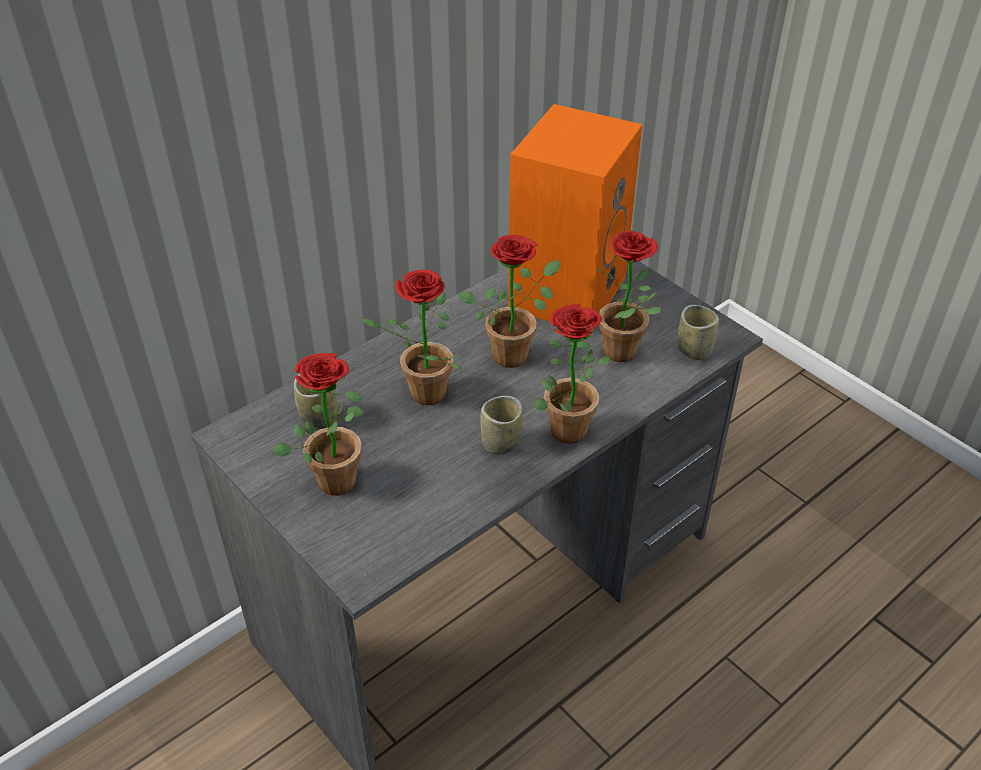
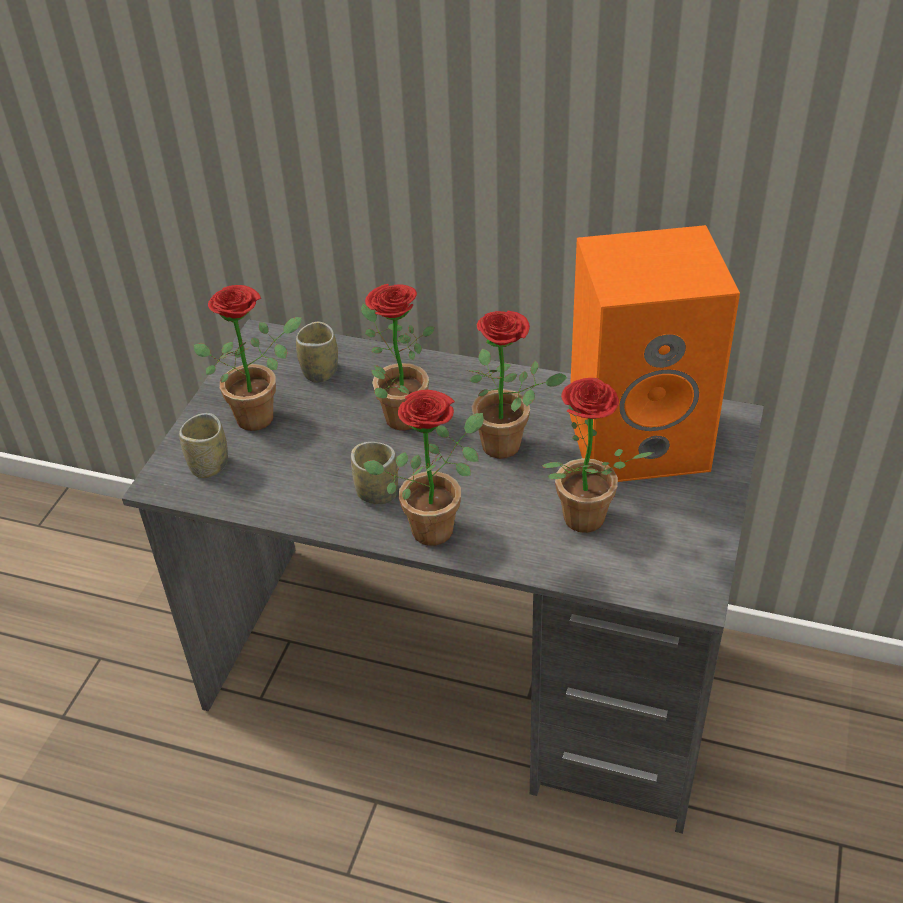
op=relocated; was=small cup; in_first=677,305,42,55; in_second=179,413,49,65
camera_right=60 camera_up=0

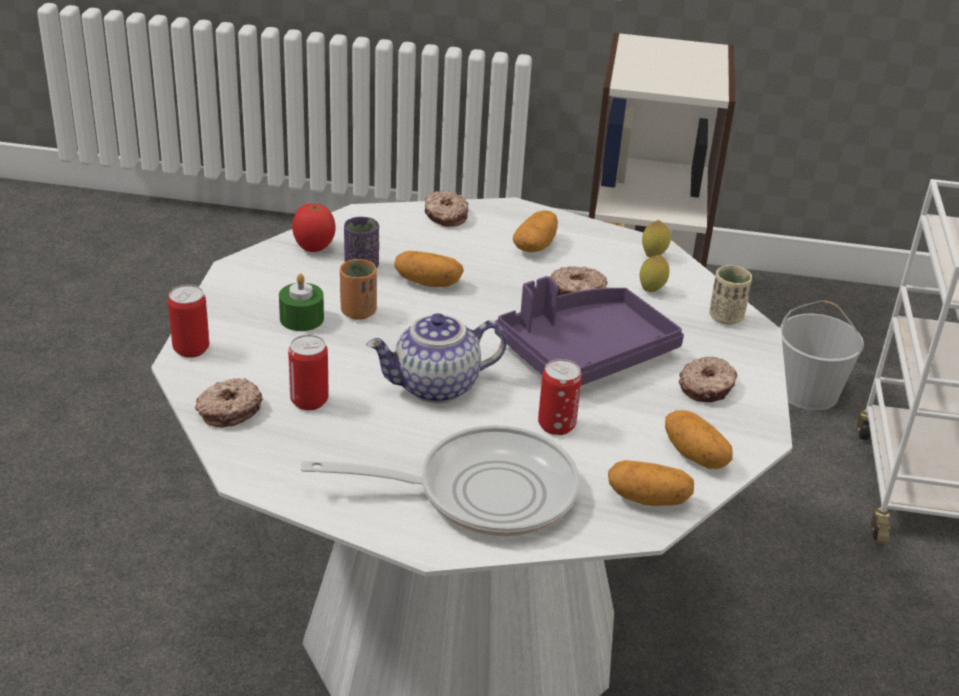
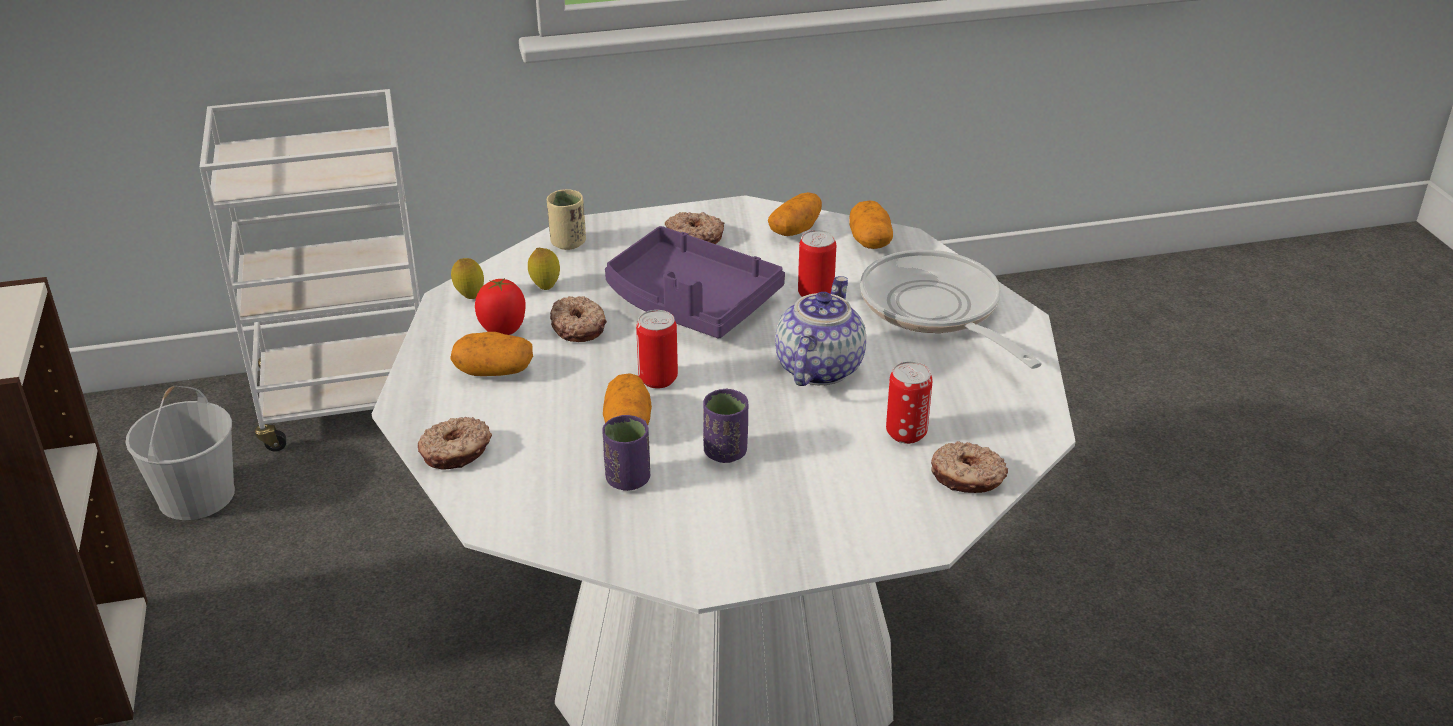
op=relocated; was=fresh tomato; in_first=292,204,44,48; in_second=475,277,51,58
op=colour; was=orange-coloured small cup; now=purple small cup; in_first=340,259,37,61; in_second=703,388,45,75
op=missing; was=green candle; in_first=279,273,45,58
op=relocated; was=metal can; in_first=168,285,41,73; in_second=636,310,42,79
op=spun; was=teapot; in_first=366,313,141,90; in_second=775,276,91,110; clockwise=-120
camera_right=-110 camera_up=0

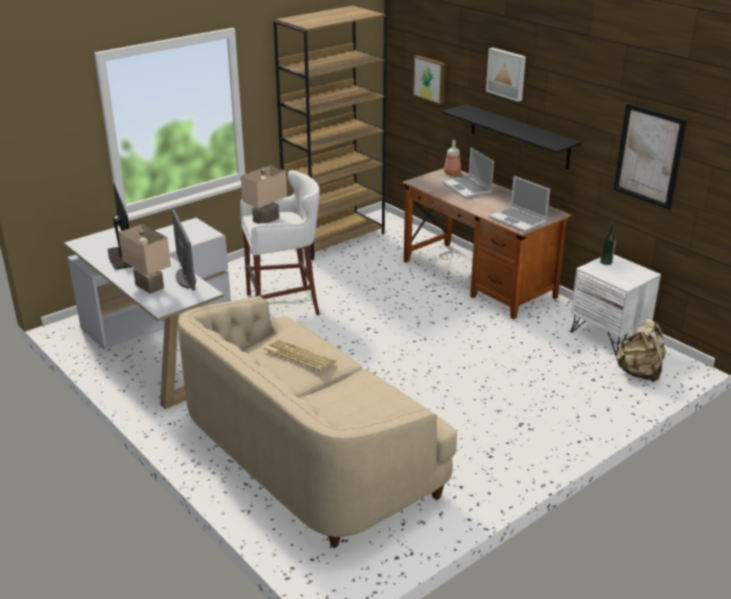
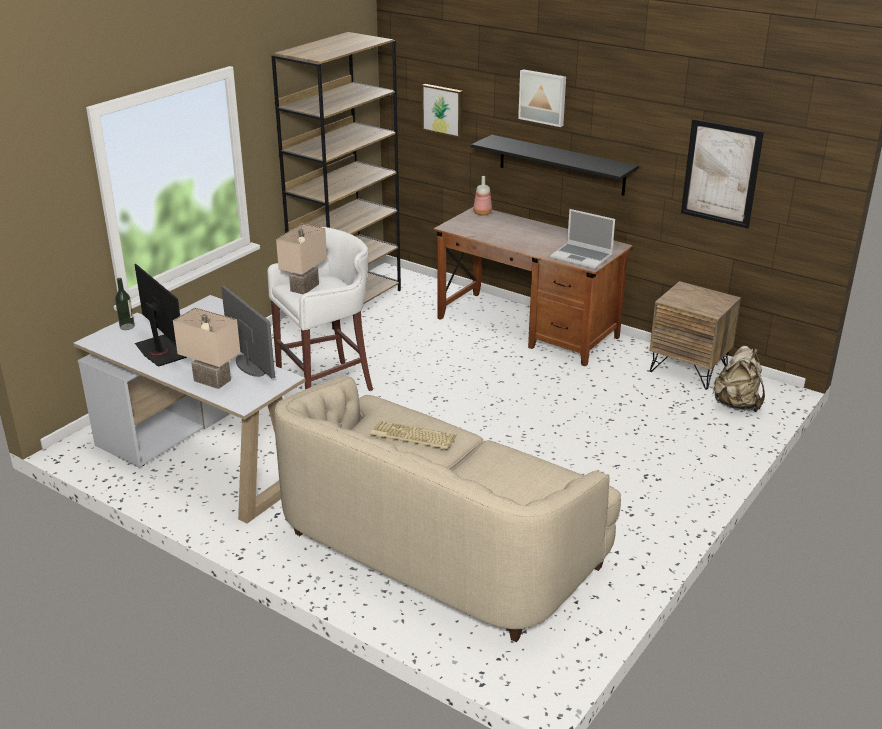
op=missing; was=laptop; in_first=443,147,51,51
op=relocated; was=bottle; in_first=600,222,16,43; in_second=115,278,20,52
op=colour; was=white-coloured nightstand; now=brown-coloured nightstand; in_first=571,254,90,102; in_second=650,281,91,109
camera_right=-15 camera_up=0

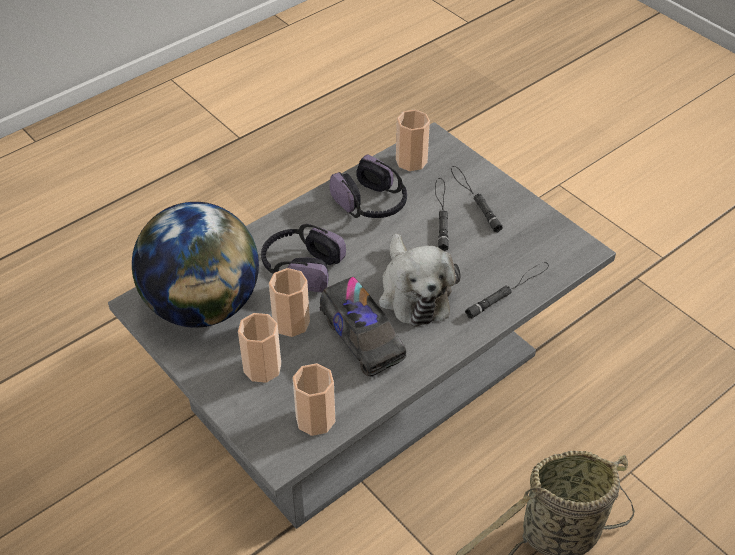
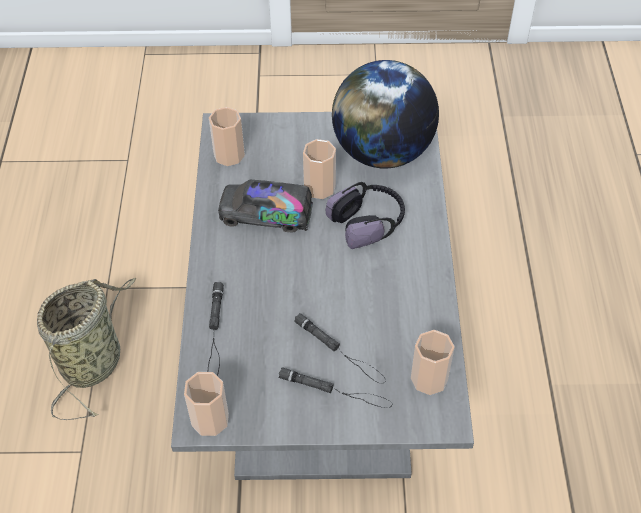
op=missing; was=headset; in_first=330,154,77,64
op=missing; was=plush toy; in_first=379,233,81,94
op=relocated; was=small cup; in_first=238,313,43,70; in_second=184,372,45,64
camera_right=130 camera_up=5

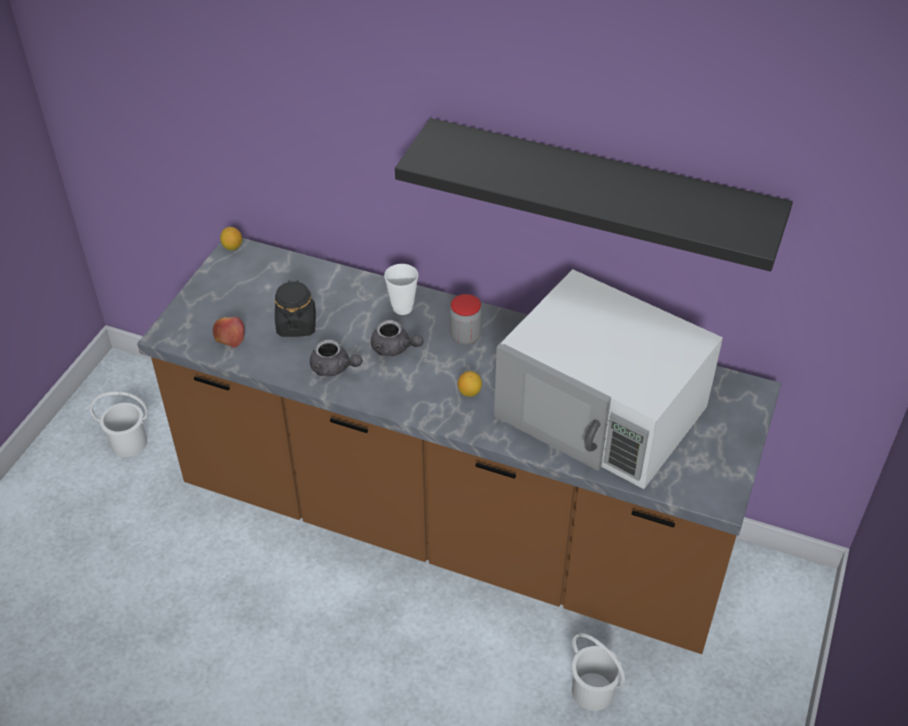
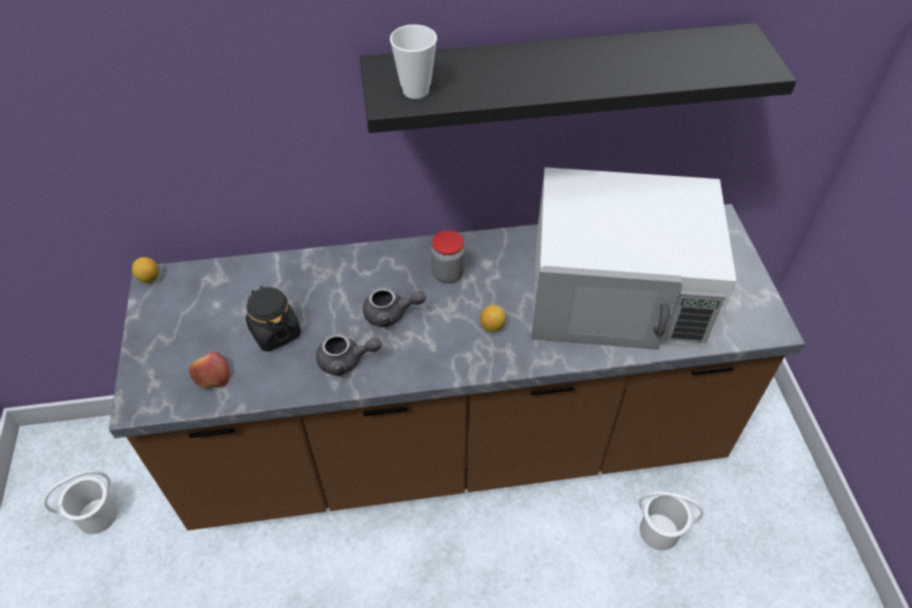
op=relocated; was=small cup; in_first=384,264,34,51; in_second=390,24,47,75
camera_right=-30 camera_up=5

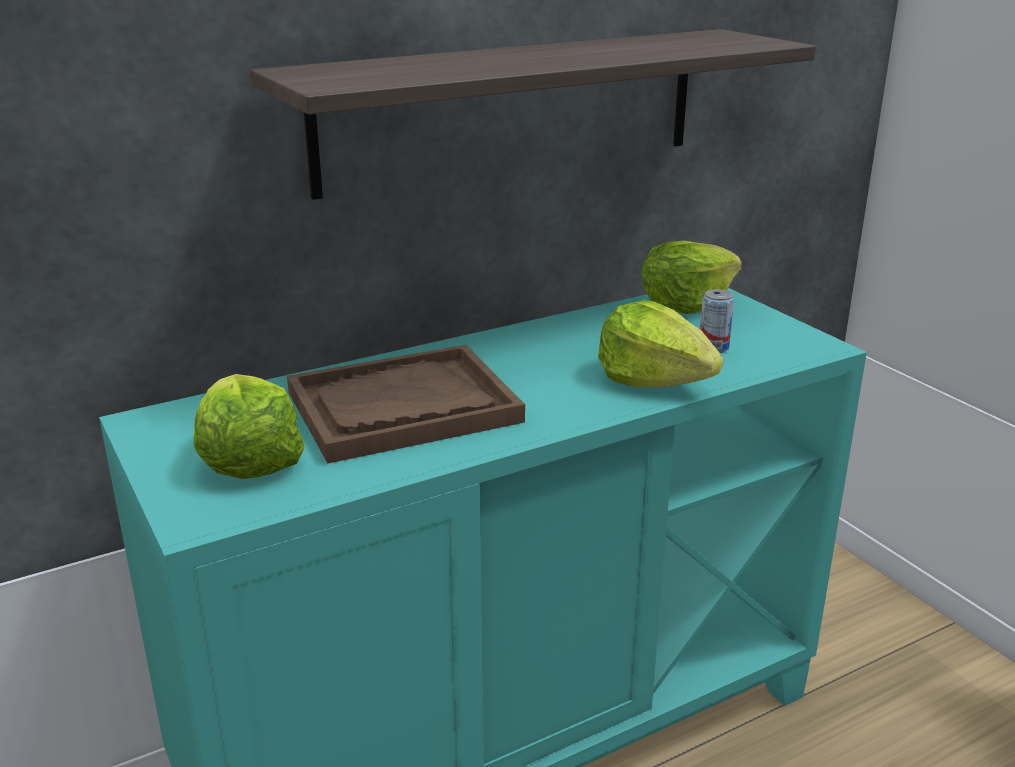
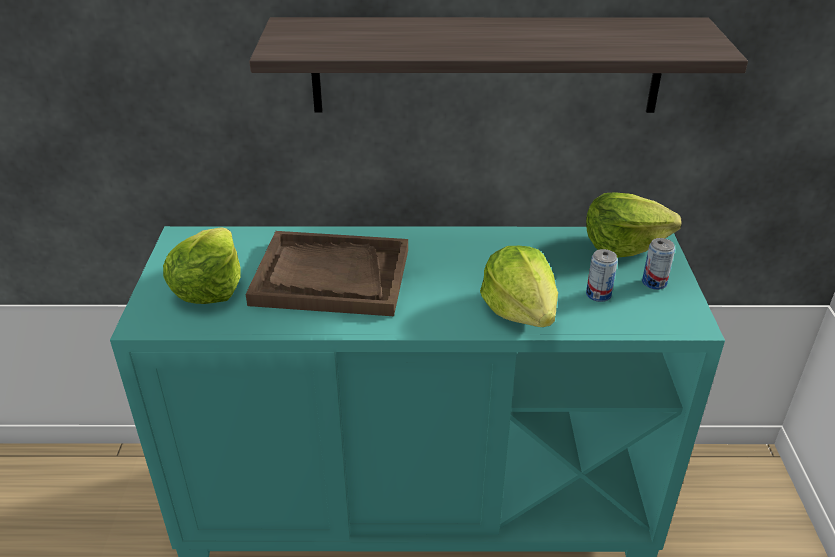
op=appeared; now=metal can; in_second=642,238,33,52
camera_right=30 camera_up=10

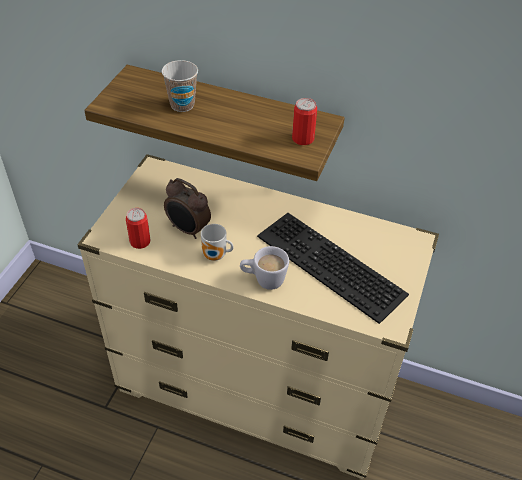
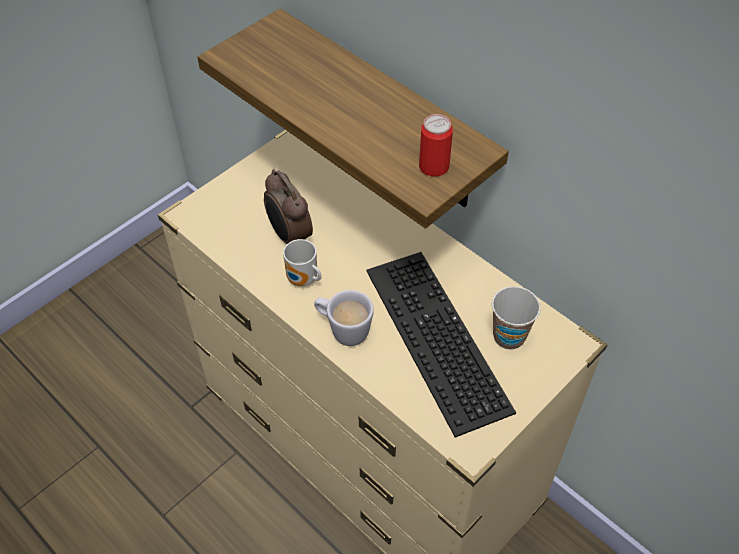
op=relocated; was=small cup; in_first=162,60,36,52; in_second=492,286,49,64
op=missing; was=metal can; in_first=126,208,24,41
camera_right=25 camera_up=5

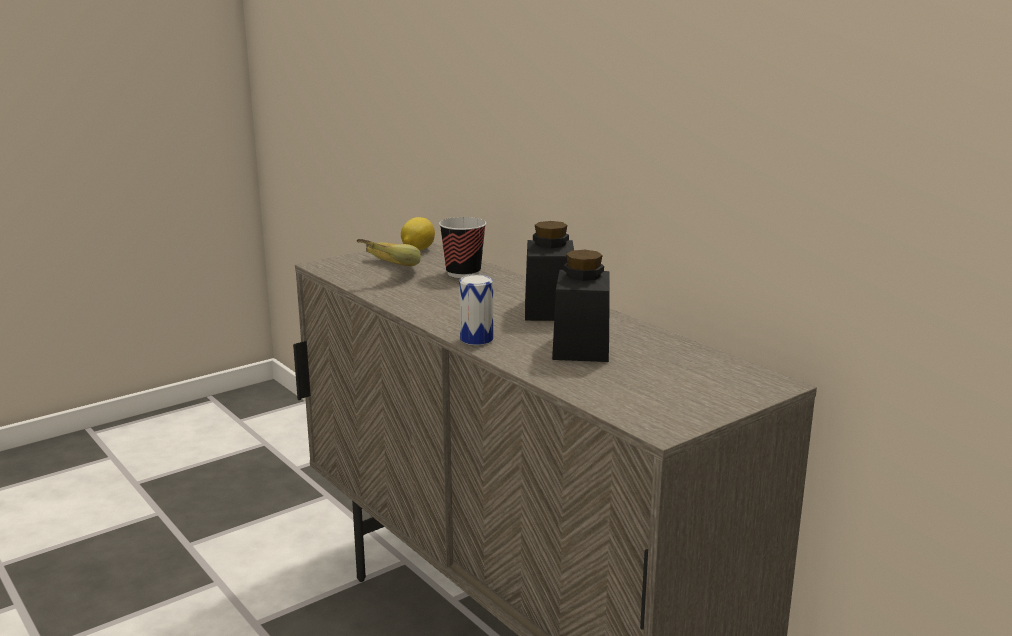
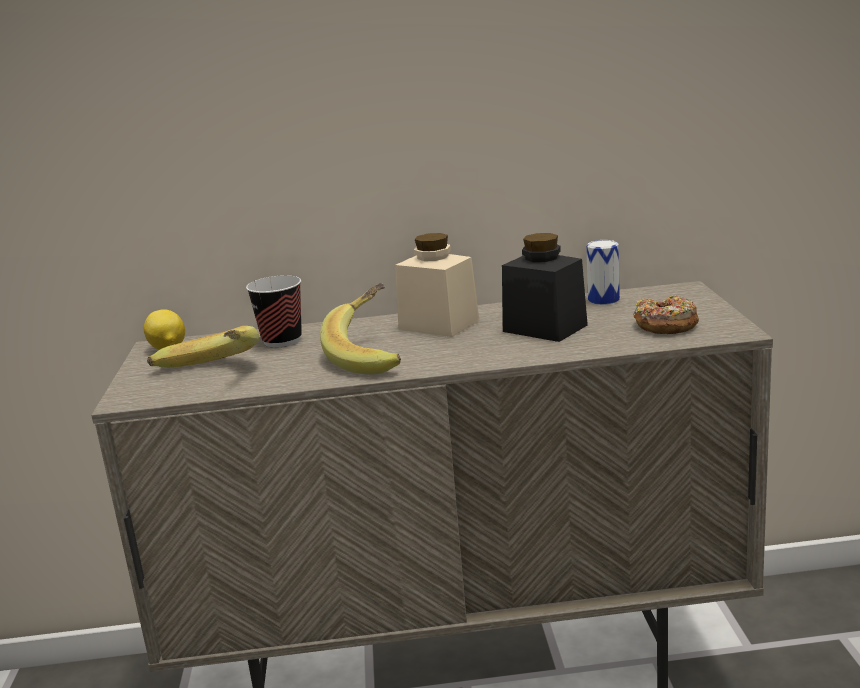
op=colour; was=black jar; now=beige-coloured jar; in_first=525,221,49,100; in_second=395,233,84,104
op=relocated; was=metal can; in_first=459,274,34,71; in_second=586,240,34,65
op=appeared; now=whole banana; in_second=320,283,81,91
op=appeared; now=doughnut; in_second=634,295,65,39
camera_right=-55 camera_up=0

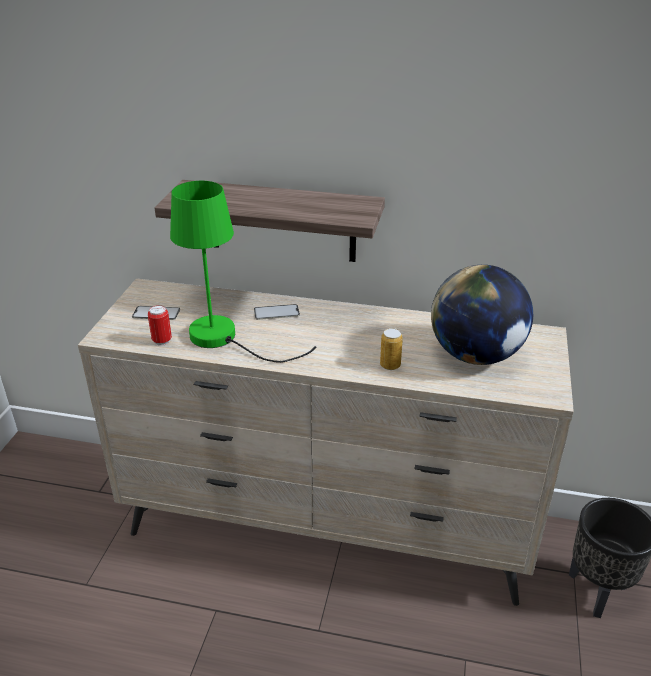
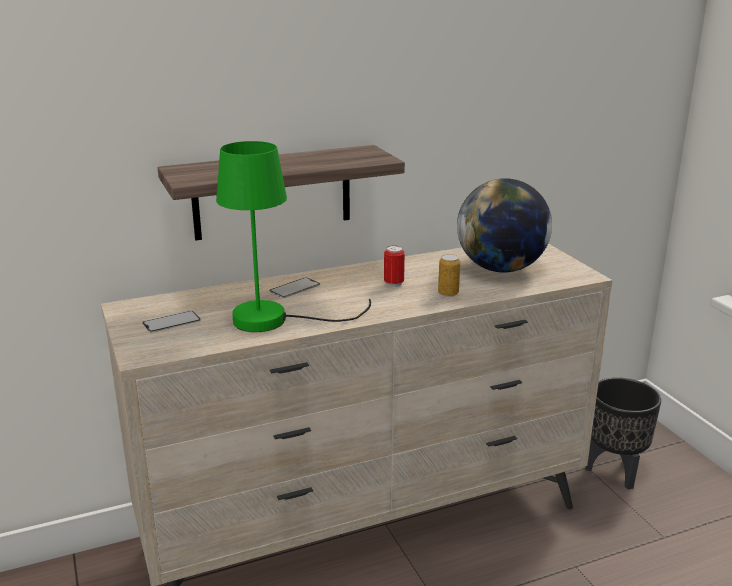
op=relocated; was=metal can; in_first=148,305,24,41; in_second=384,245,21,42
camera_right=-35 camera_up=-10

